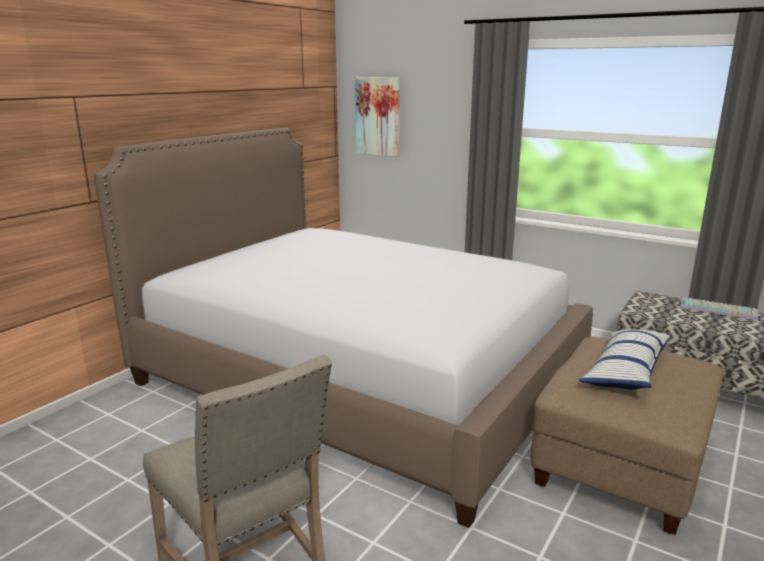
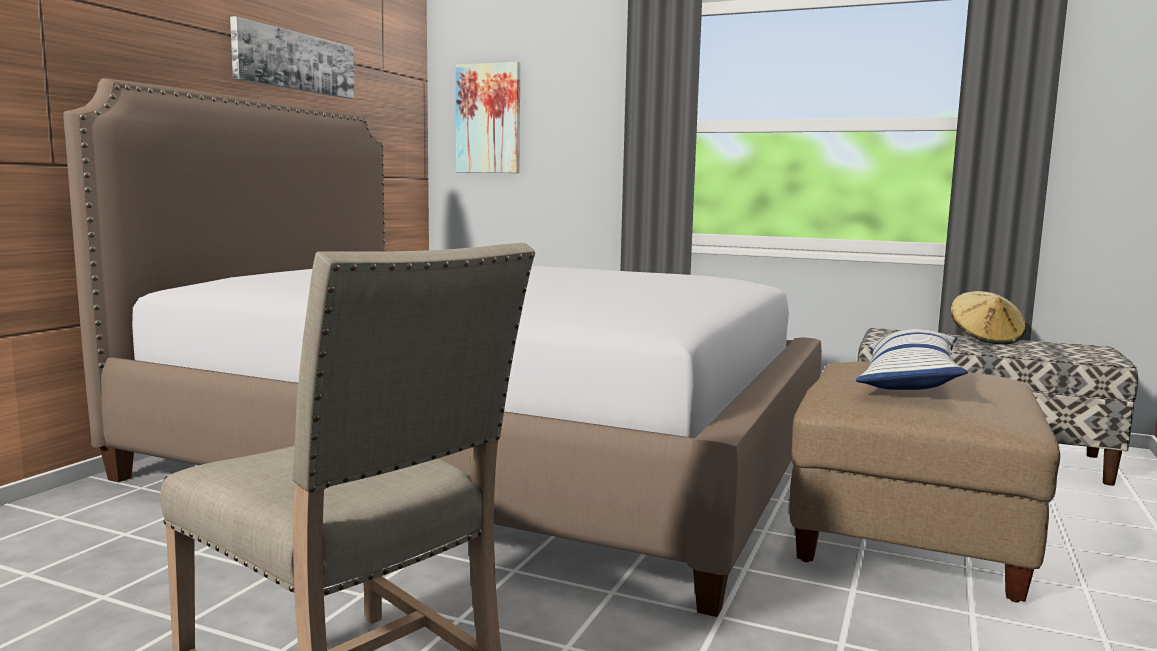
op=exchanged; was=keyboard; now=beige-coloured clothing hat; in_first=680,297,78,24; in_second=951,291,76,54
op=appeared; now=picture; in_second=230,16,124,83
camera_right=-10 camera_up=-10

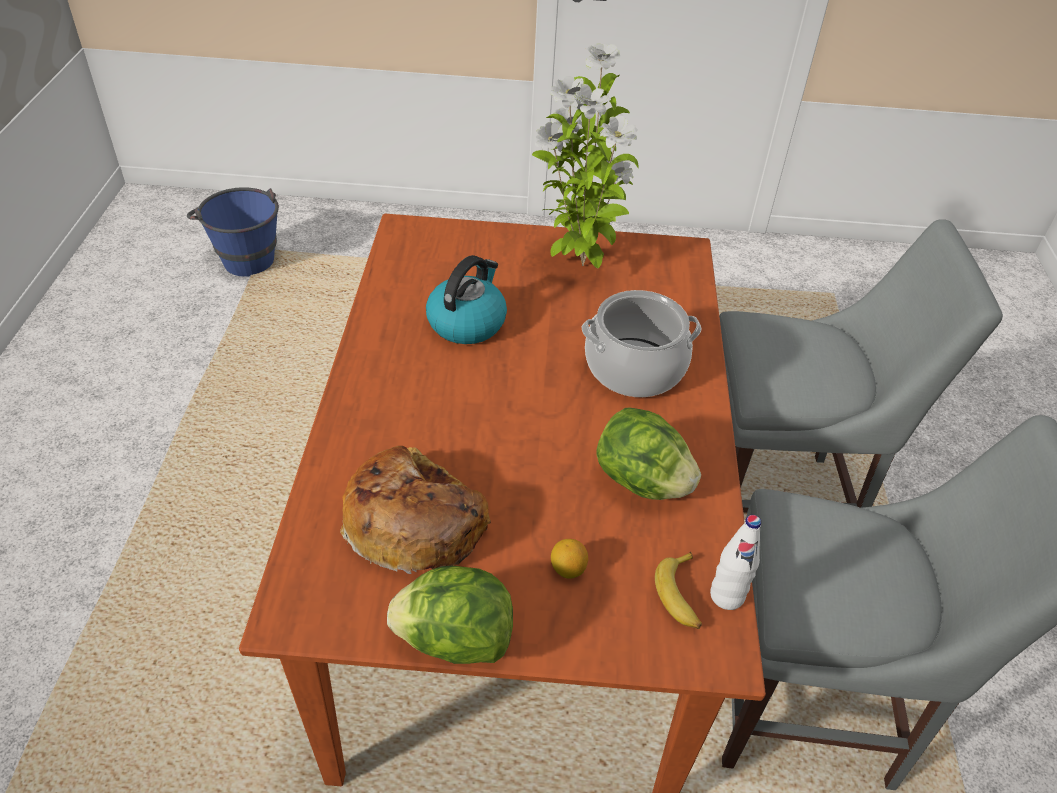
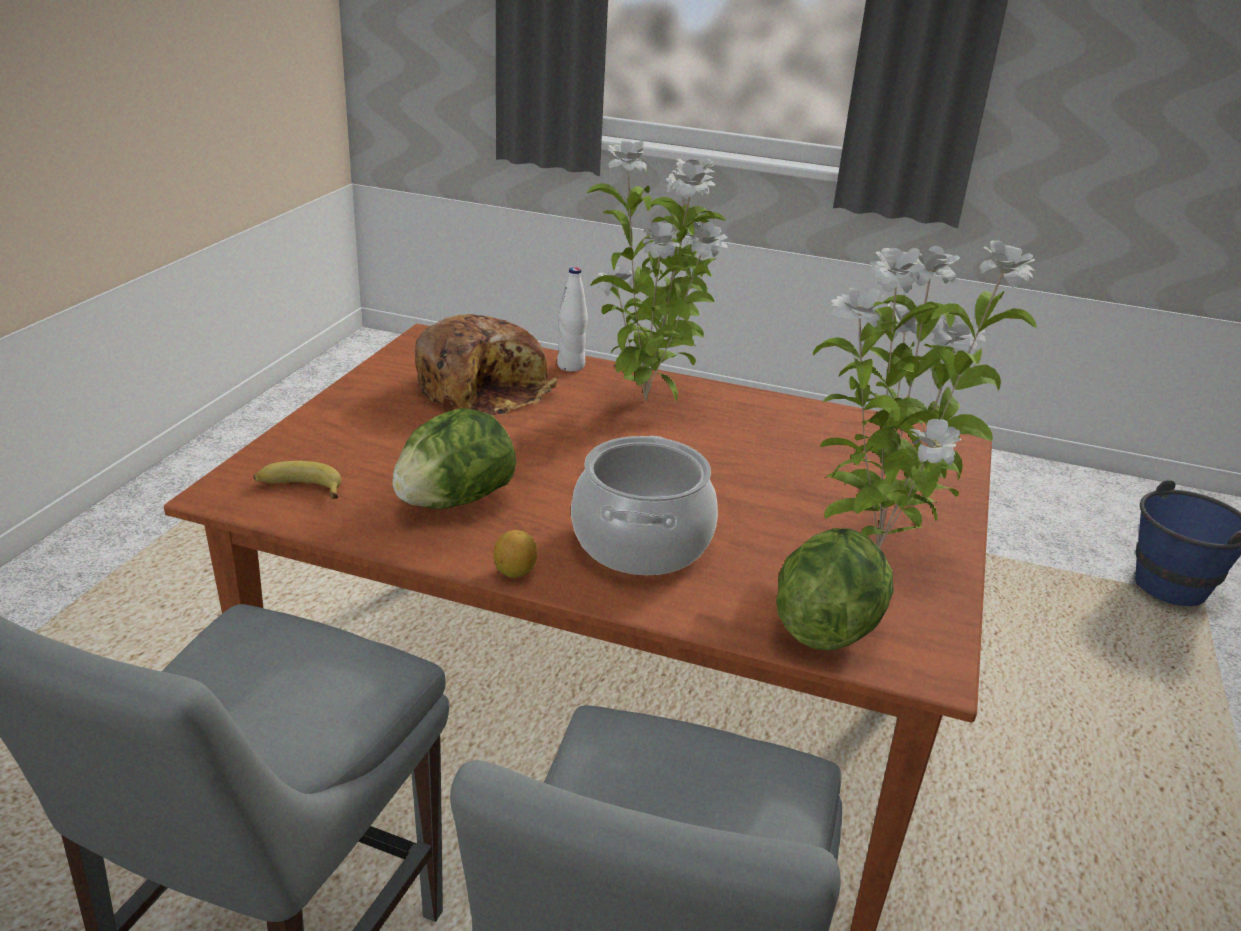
op=missing; was=water kettle; in_first=426,255,81,89
op=relocated; was=white-coloured bottle; in_first=710,515,51,95; in_second=557,267,31,104
op=relocated; was=whole lemon; in_first=551,539,37,40; in_second=493,530,44,48
op=relocated; was=lettuce head; in_first=387,566,126,98; in_second=776,528,118,123
op=appeared; now=houseplant; in_second=587,140,141,262
camera_right=105 camera_up=-15

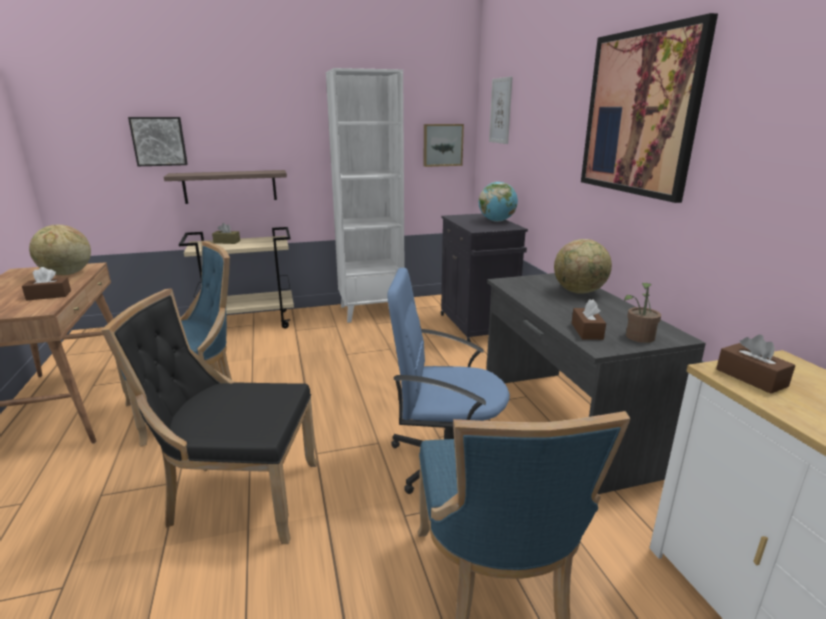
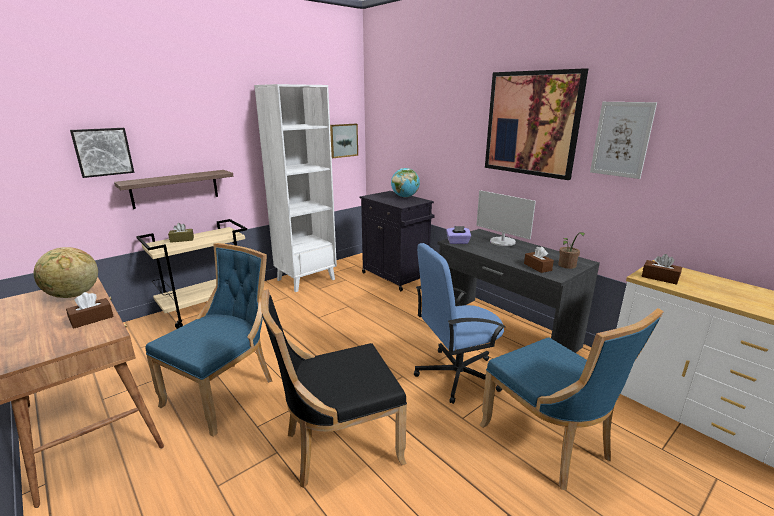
op=relocated; was=picture; in_first=489,76,24,68; in_second=590,102,67,77
op=exchanged; was=world globe; now=computer screen; in_first=554,239,58,55; in_second=476,190,60,56
op=appeared; now=purple tissue box; in_second=446,226,25,18
camera_right=-25 camera_up=0

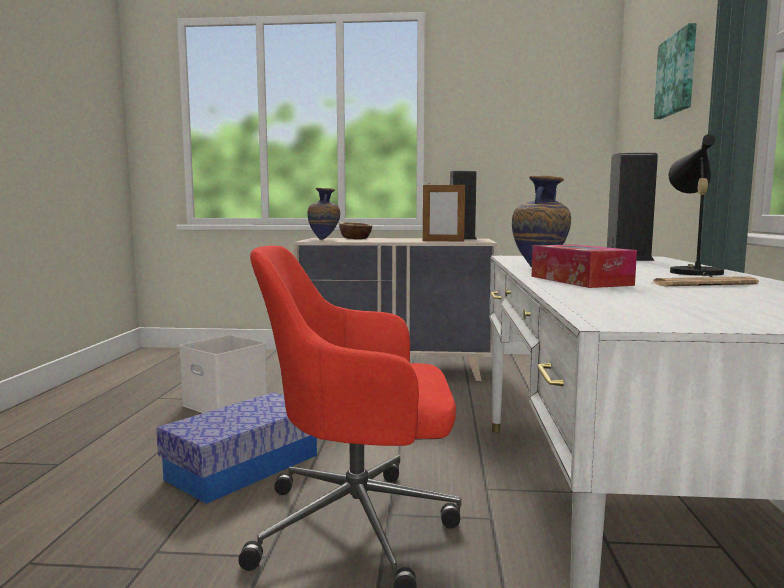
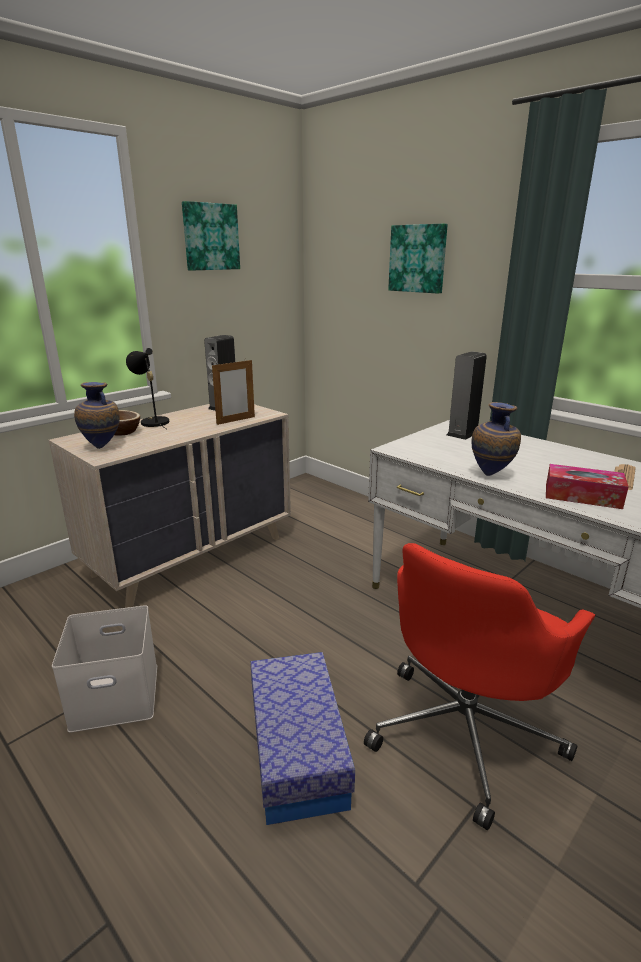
op=relocated; was=black lamp for a table; in_first=669,134,55,143; in_second=126,348,43,81
op=appeared; now=picture; in_second=182,201,58,70
camera_right=-50 camera_up=15

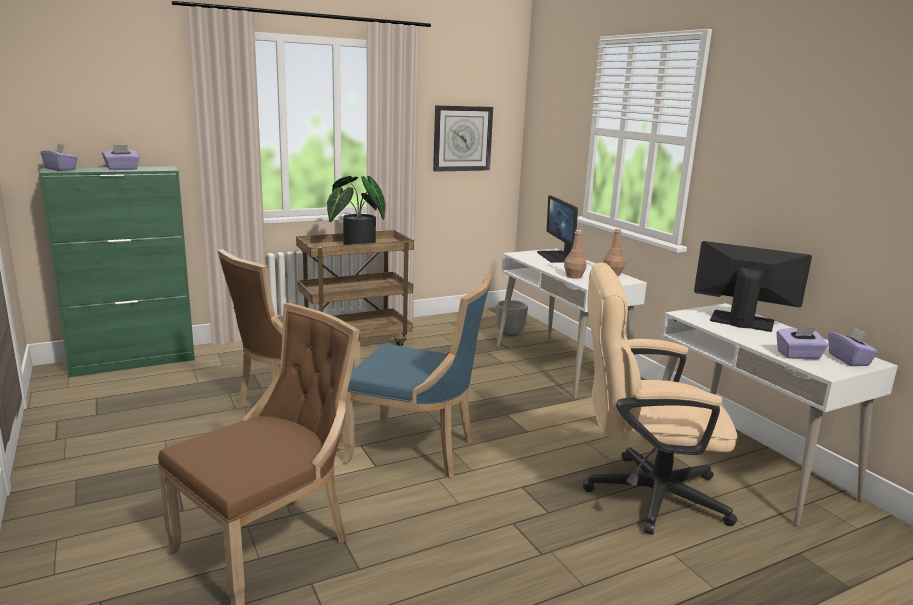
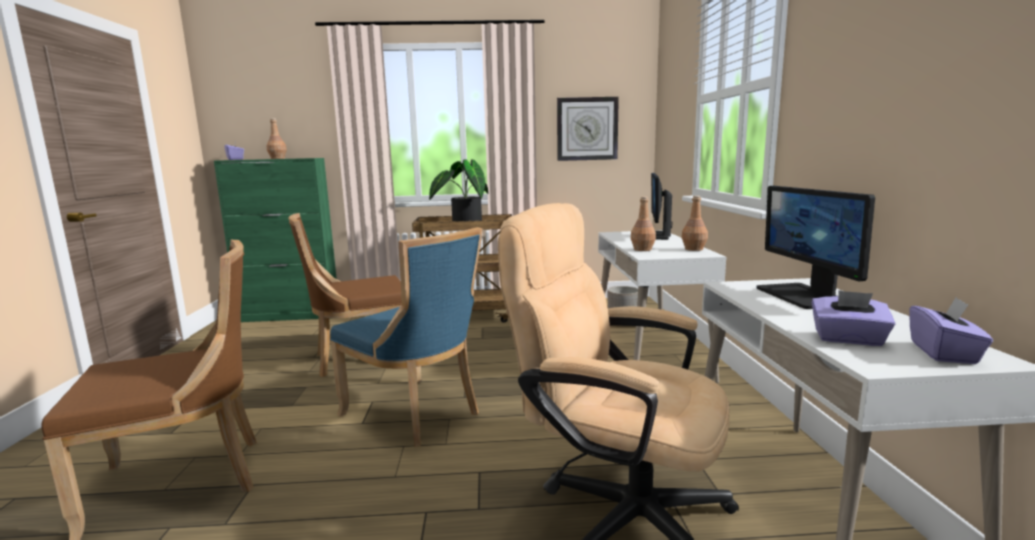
op=exchanged; was=purple tissue box; now=brown-coloured bottle; in_first=102,145,38,25; in_second=267,119,20,40
op=spun; was=computer screen; in_first=694,241,118,91; in_second=756,186,119,123; clockwise=-150
camera_right=25 camera_up=-5

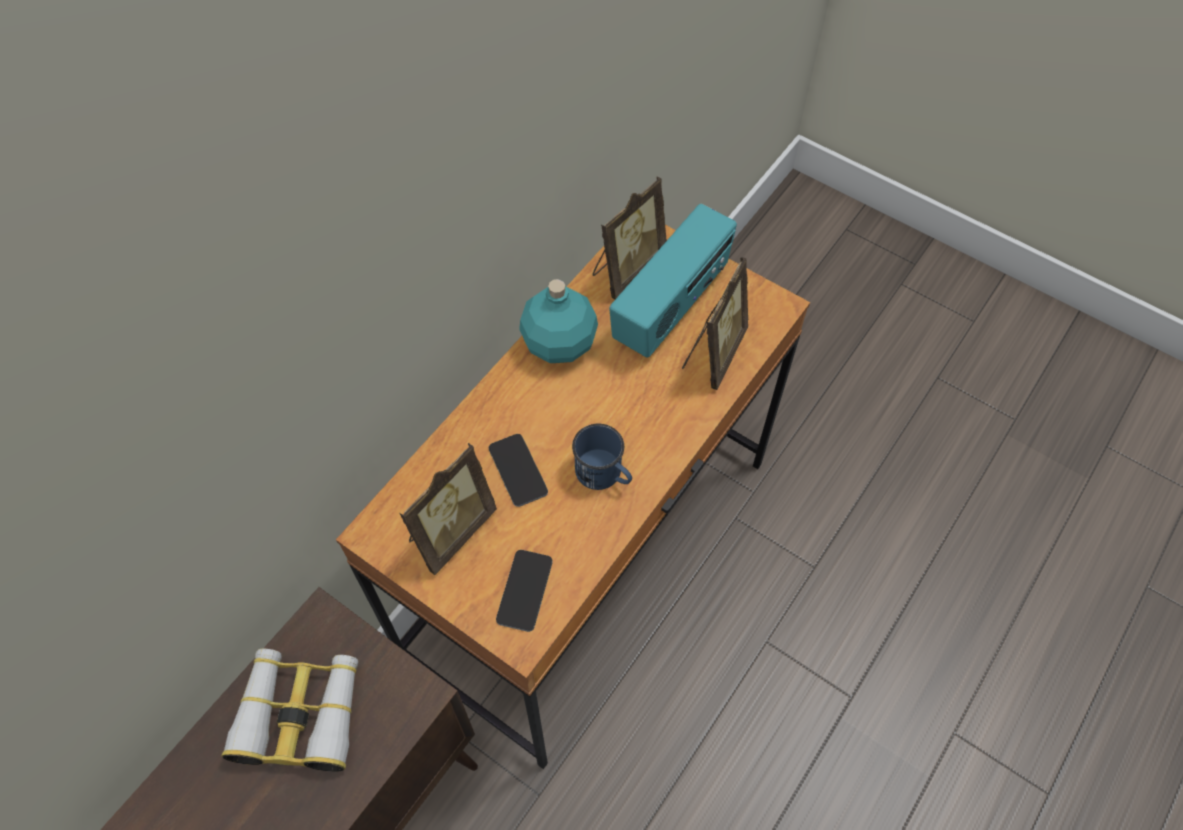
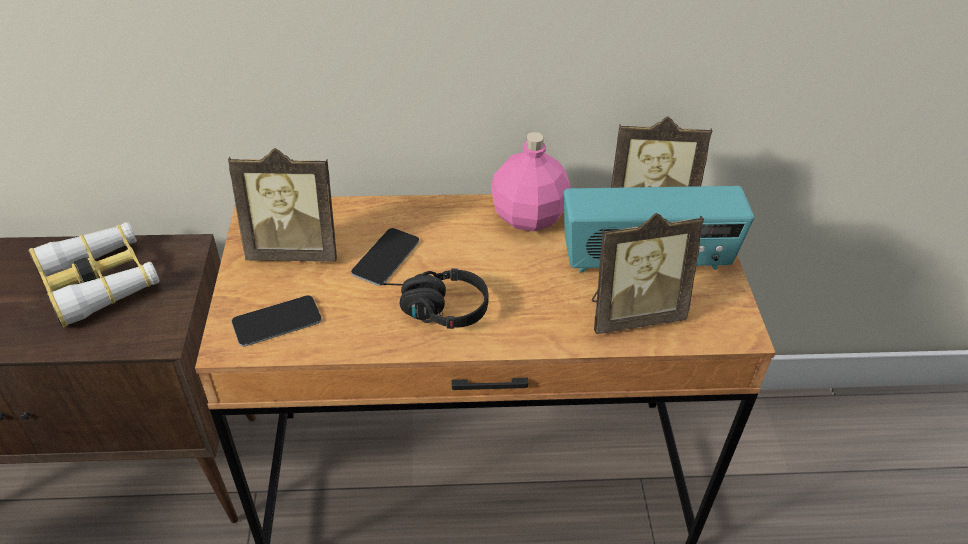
op=colour; was=blue-green bottle; now=pink bottle; in_first=519,279,79,84; in_second=491,132,79,99
op=exchanged; was=bluish coffee mug; now=black headset; in_first=572,424,60,66; in_second=380,268,109,61
camera_right=50 camera_up=-15

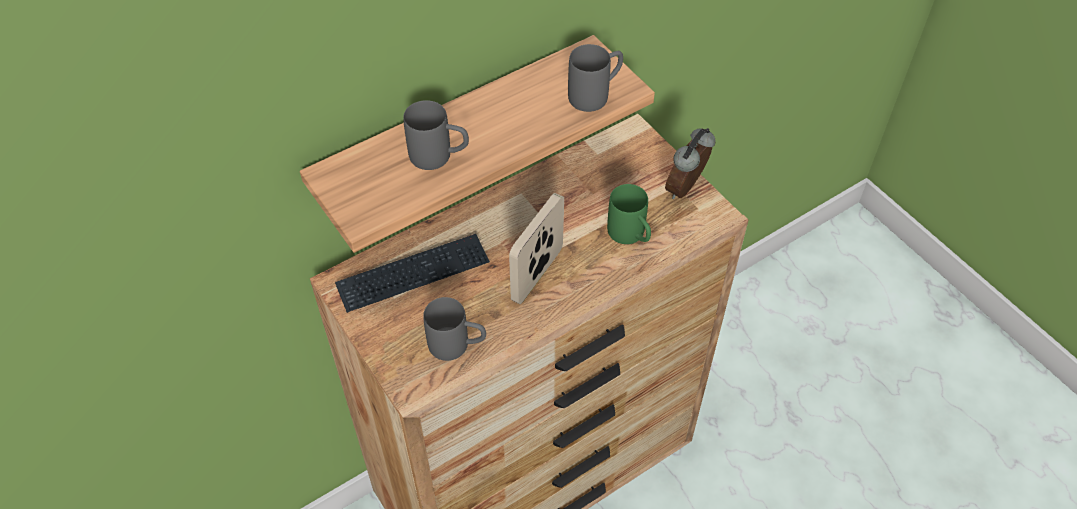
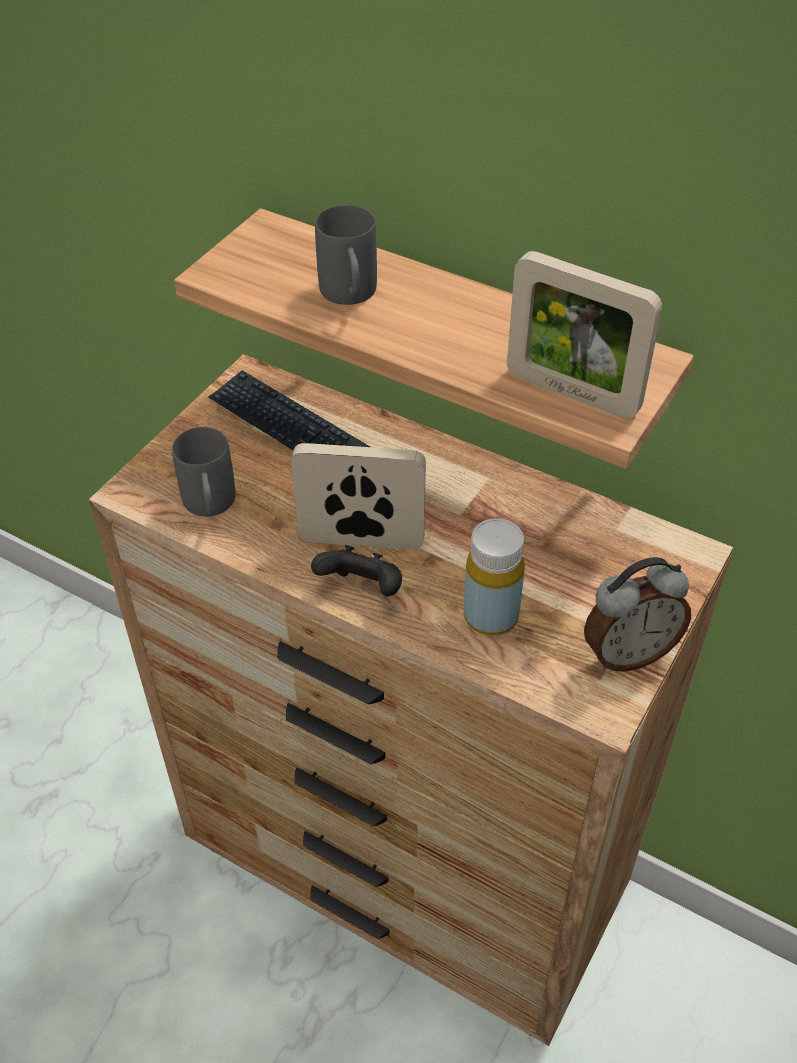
op=exchanged; was=gray coffee mug; now=picture frame; in_first=568,44,55,68; in_second=507,251,155,168
op=spun; was=alarm clock; in_first=665,128,51,71; in_second=584,557,107,115; clockwise=150
op=exchanged; was=green coffee mug; now=yellow bottle; in_first=607,184,44,60; in_second=464,518,61,117
op=appeared; now=black joypad; in_second=311,545,91,51
camera_right=65 camera_up=-5

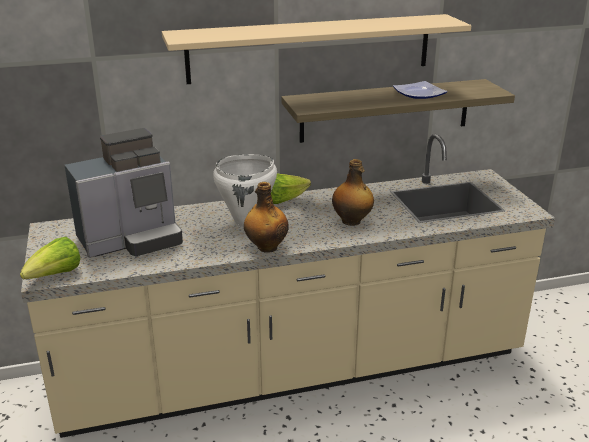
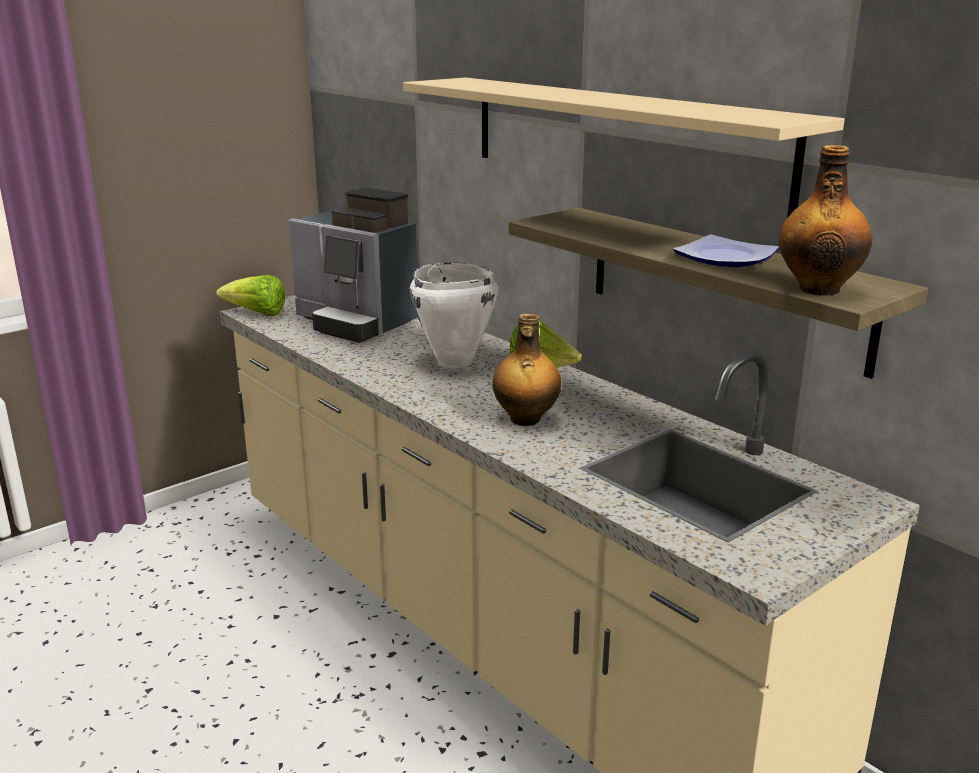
op=relocated; was=bottle; in_first=244,182,45,71; in_second=779,145,93,151
camera_right=65 camera_up=-5

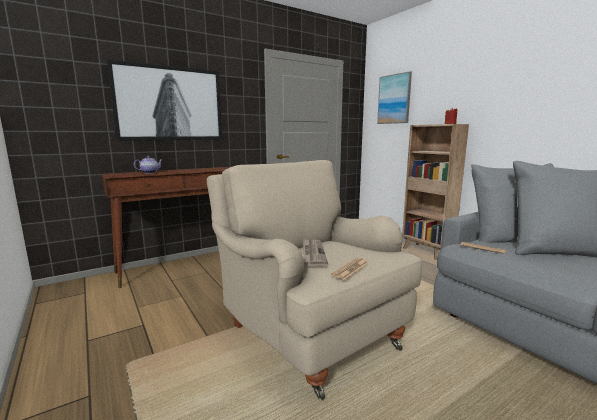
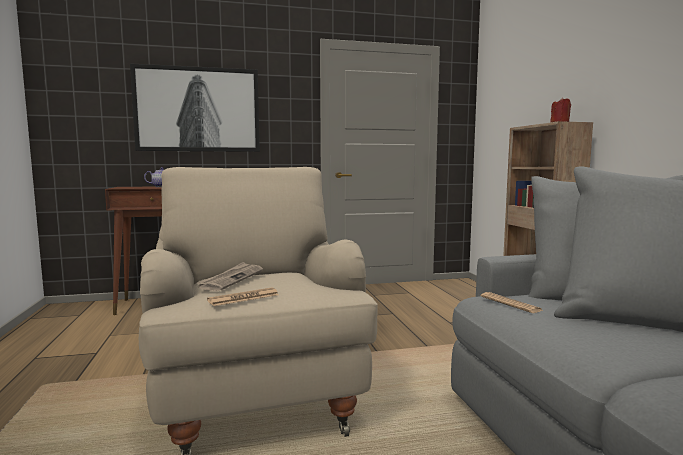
op=missing; was=picture; in_first=377,71,35,53
camera_right=20 camera_up=-5

